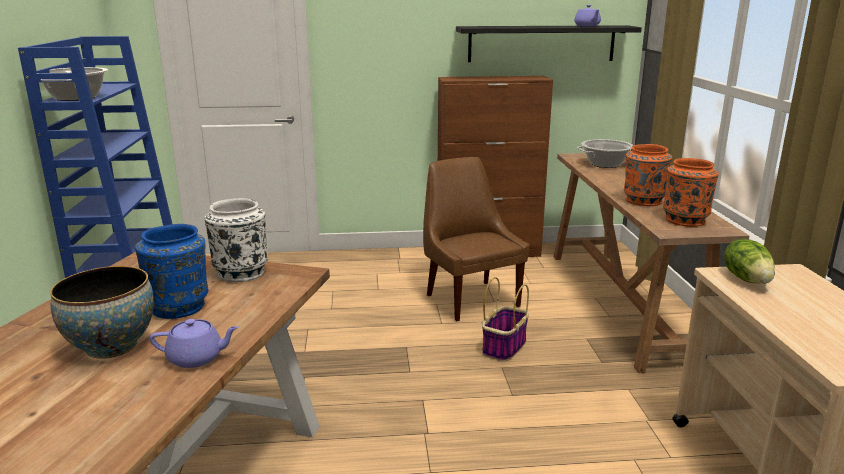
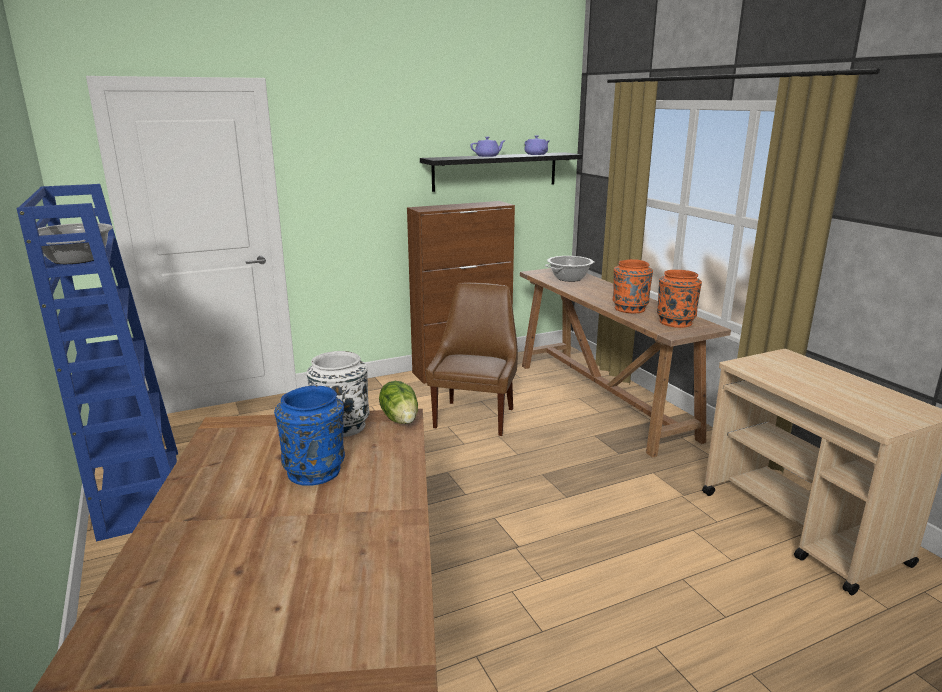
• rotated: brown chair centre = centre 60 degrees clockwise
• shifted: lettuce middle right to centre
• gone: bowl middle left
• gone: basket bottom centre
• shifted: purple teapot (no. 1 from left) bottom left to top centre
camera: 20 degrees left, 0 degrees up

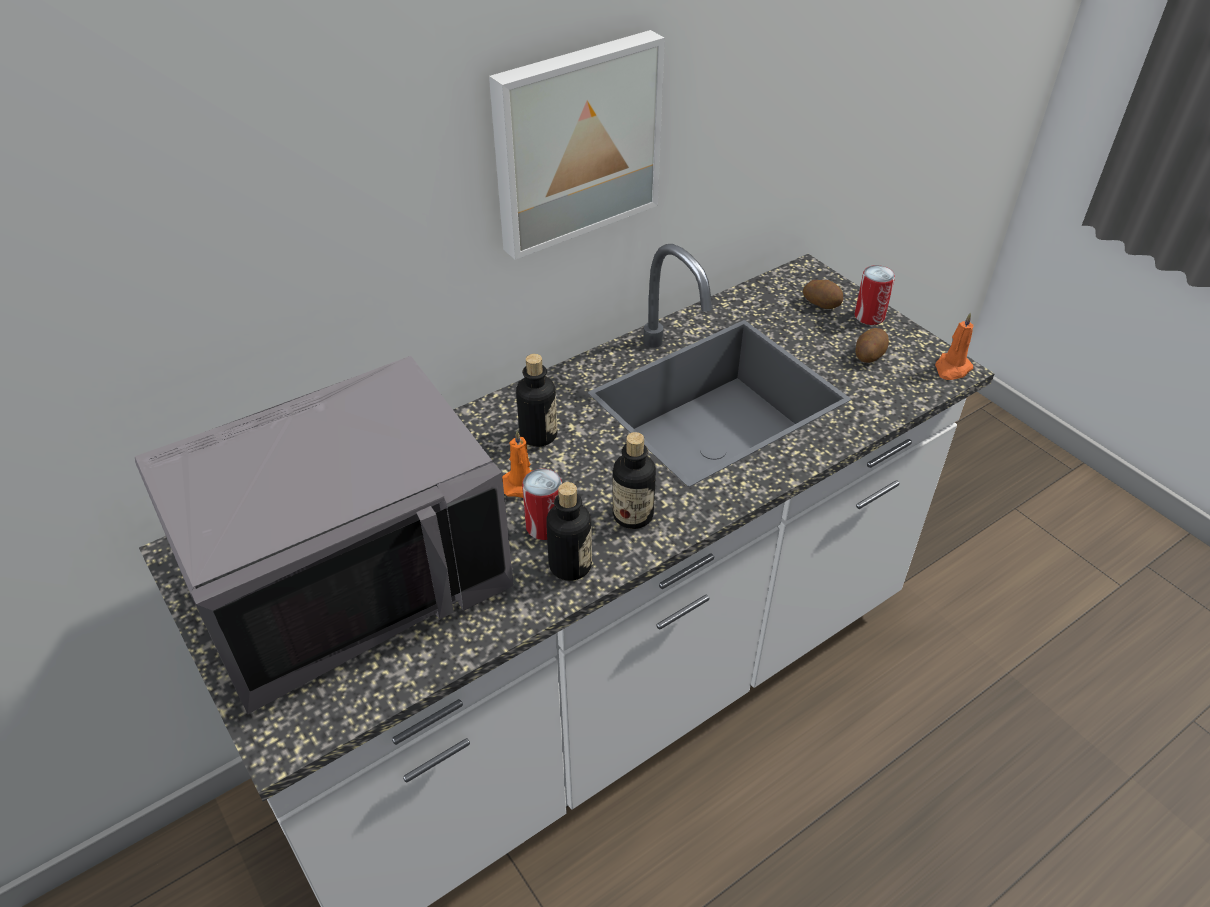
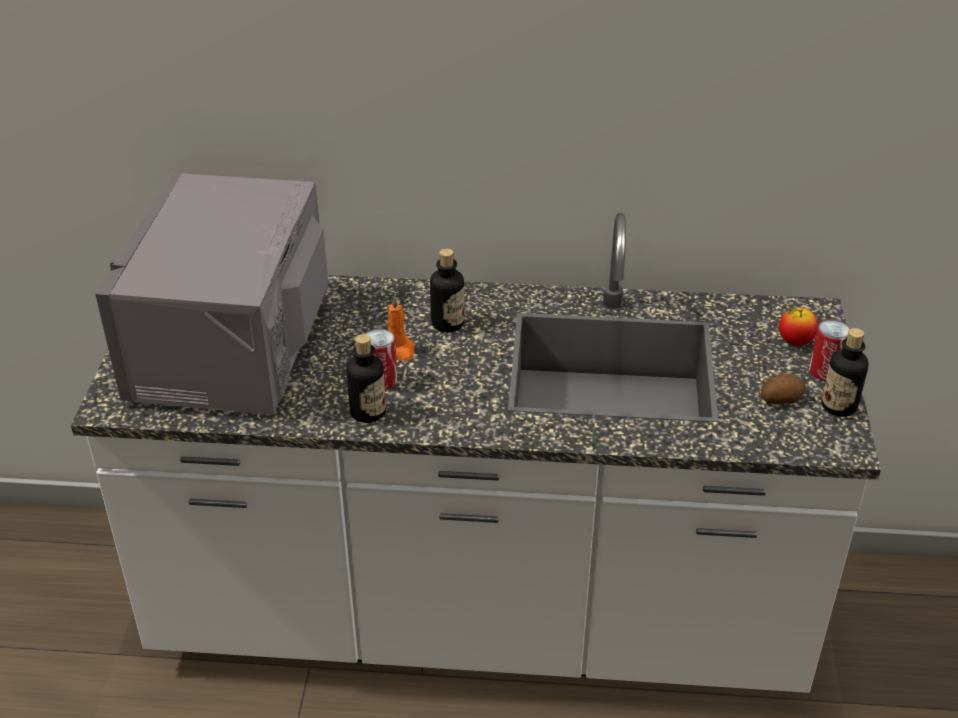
• gone: picture top centre
• swapped: potato (no. 1 from left) top right to apple middle right
• gone: orange candle (no. 2 from left) middle right
• rotated: grey microwave middle left = middle left 90 degrees clockwise
• shifted: bottle (no. 3 from left) centre to middle right
camera: 40 degrees right, 5 degrees down

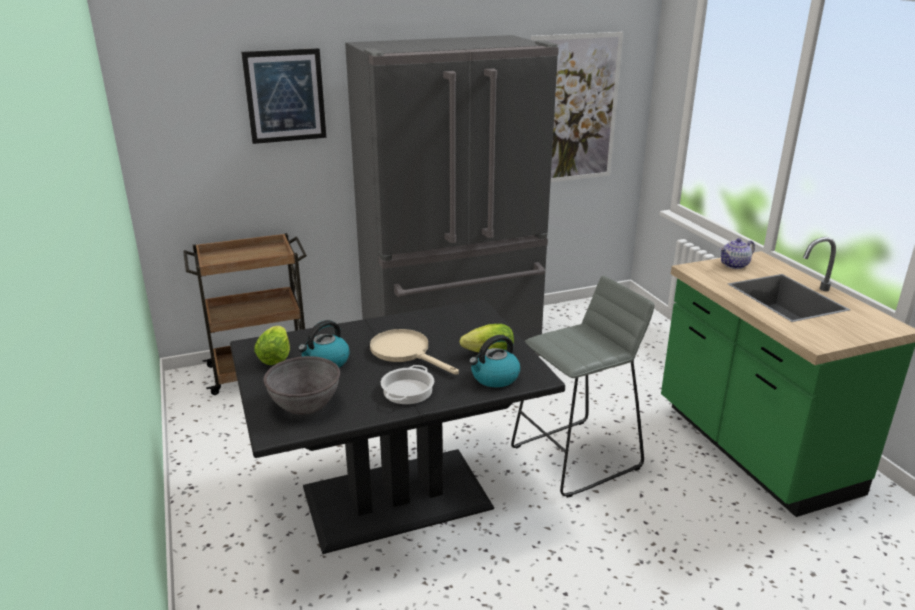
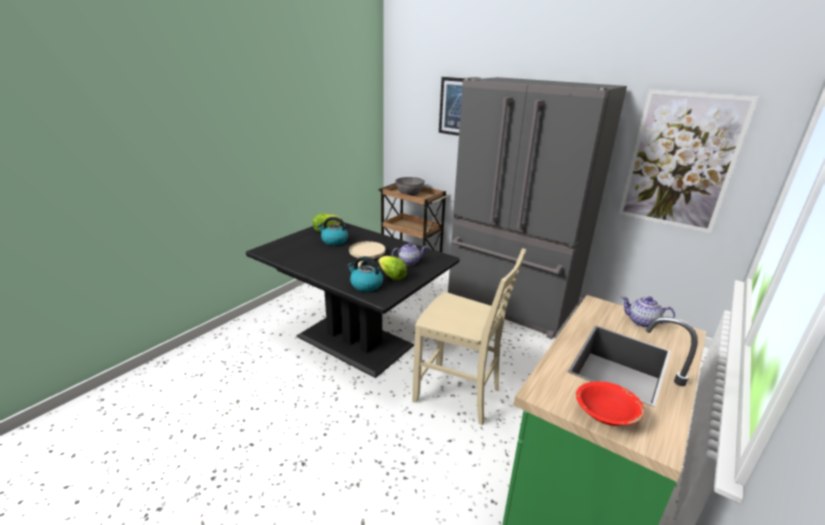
• swapped: grey stool centre to beige chair centre
• shifted: grey bowl middle left to centre
• gone: cooking pot centre
• new: teapot (no. 1 from left) centre
• new: red bowl bottom right
camera: 55 degrees right, 0 degrees up

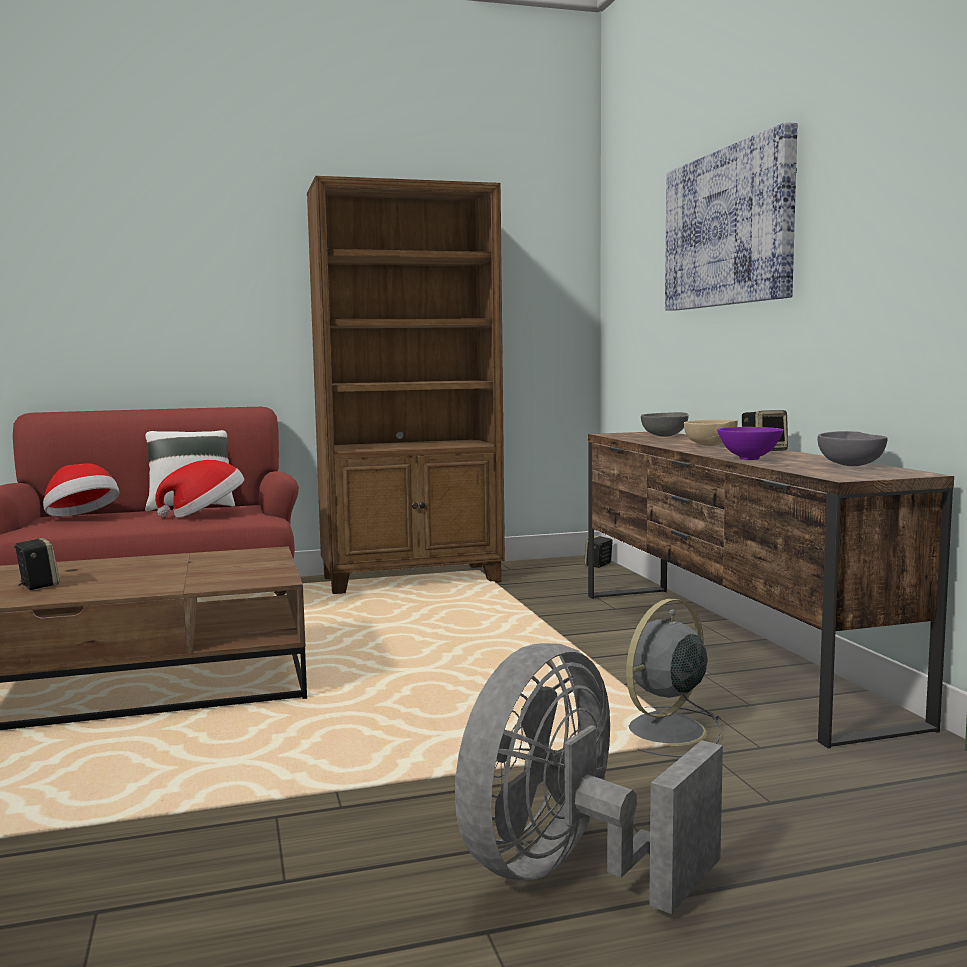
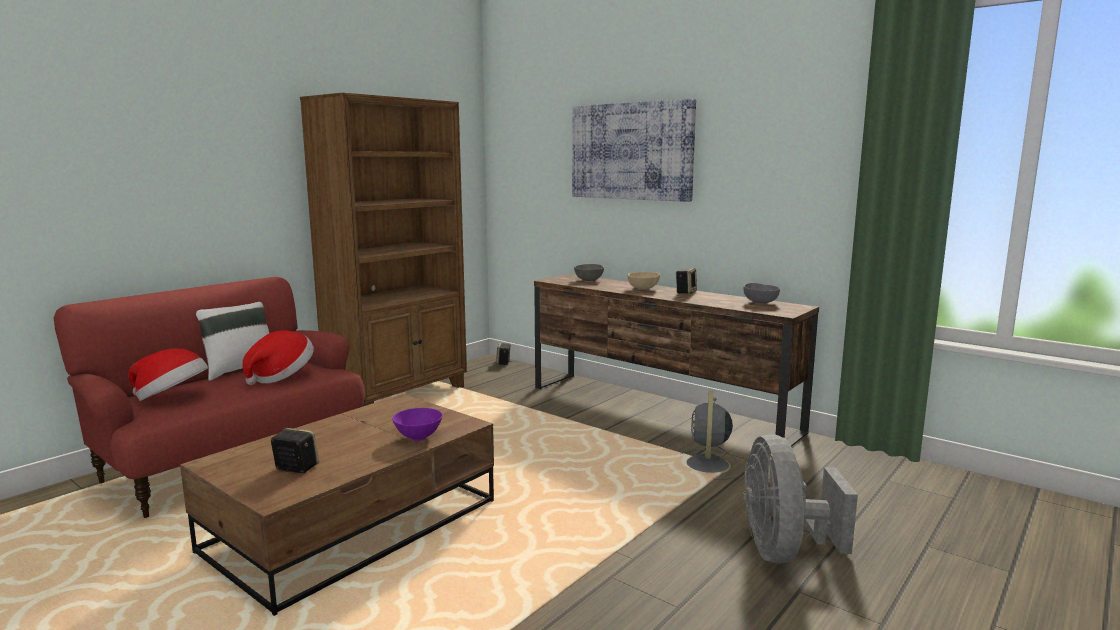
• shifted: purple bowl middle right to bottom centre
camera: 35 degrees left, 5 degrees up

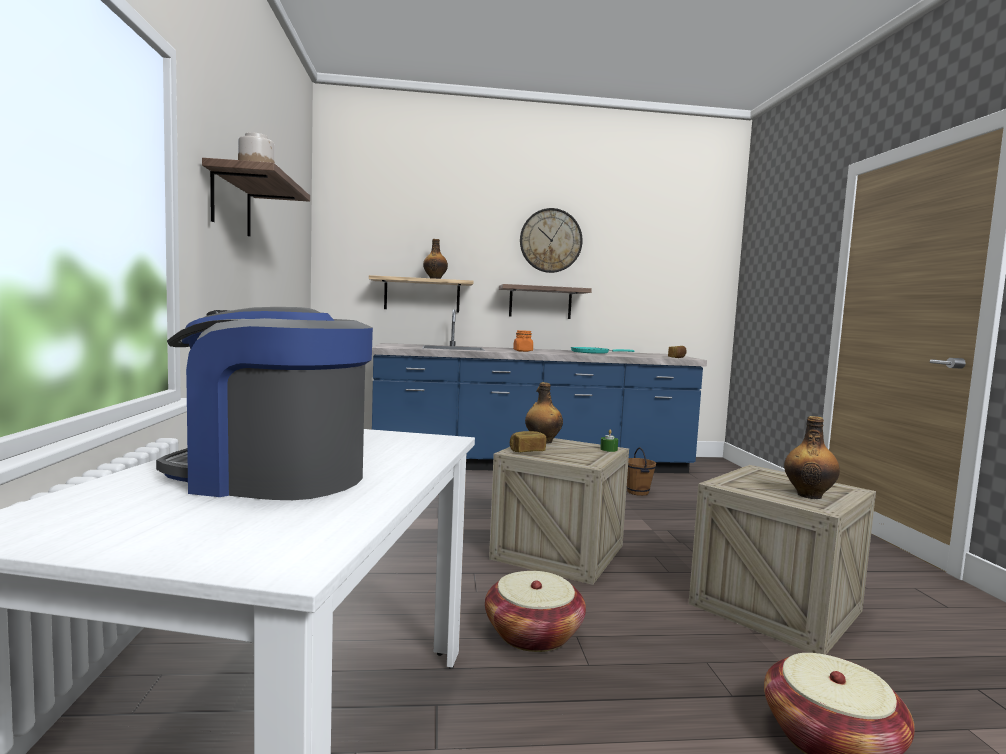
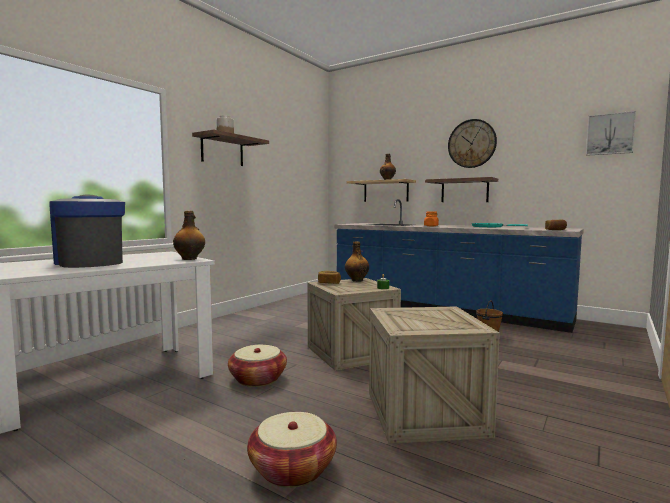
• shifted: bottle (no. 3 from left in the first image) middle right to bottle (no. 1 from left) middle left
• new: picture top right
camera: 40 degrees right, 0 degrees up

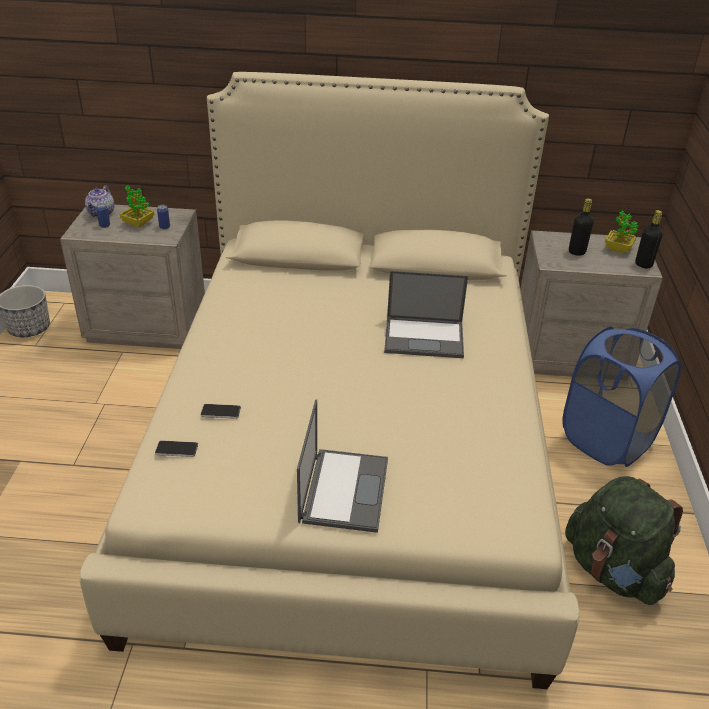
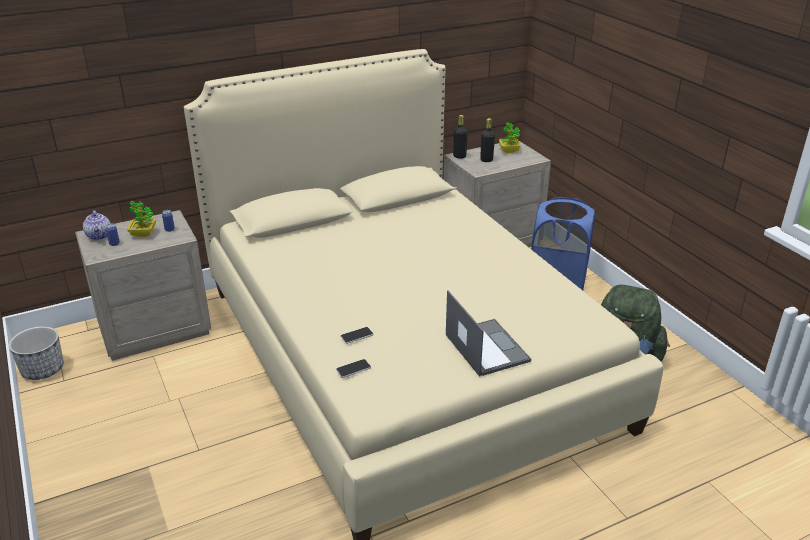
• shifted: black bottle (no. 2 from left in the first image) middle right to black bottle (no. 1 from left) top centre
• gone: laptop (no. 2 from left) centre
camera: 30 degrees left, 5 degrees down

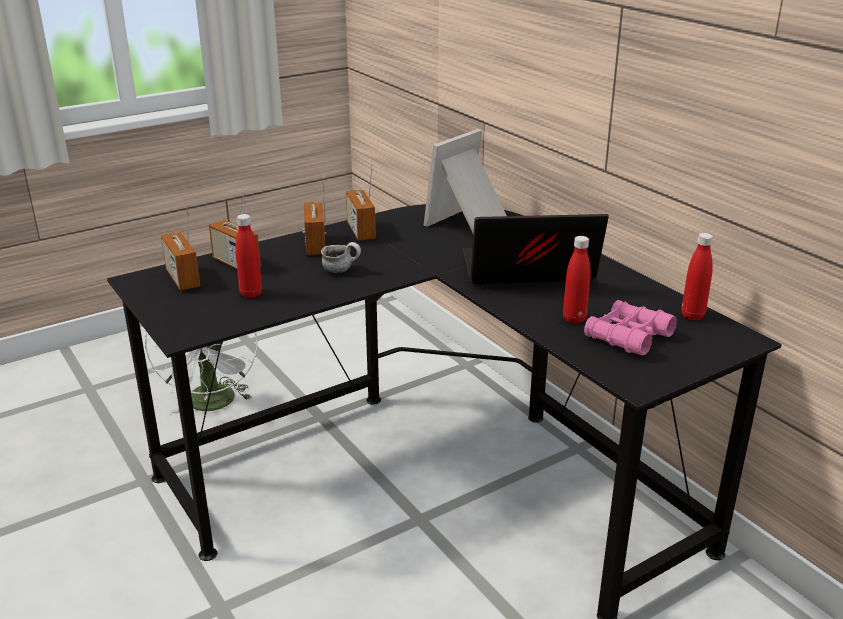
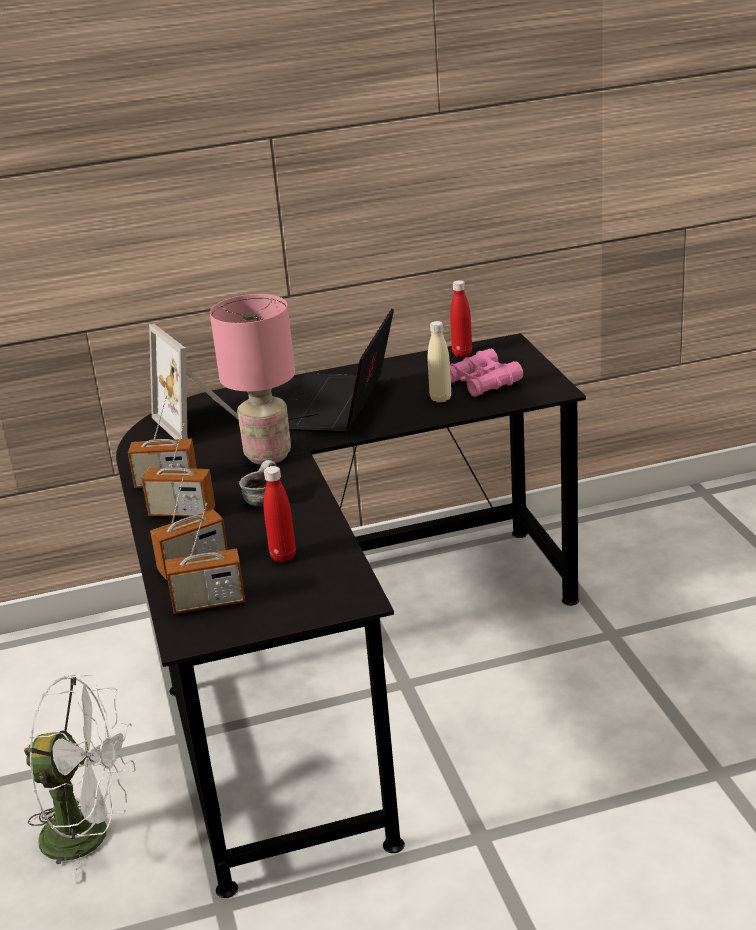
• repainted: red bottle (no. 2 from left) middle right to beige bottle centre
• new: pink table lamp centre
camera: 70 degrees left, 0 degrees up

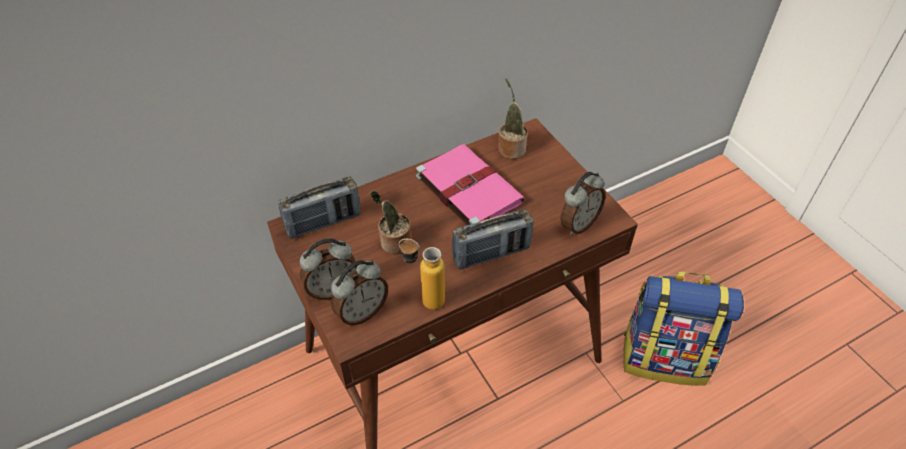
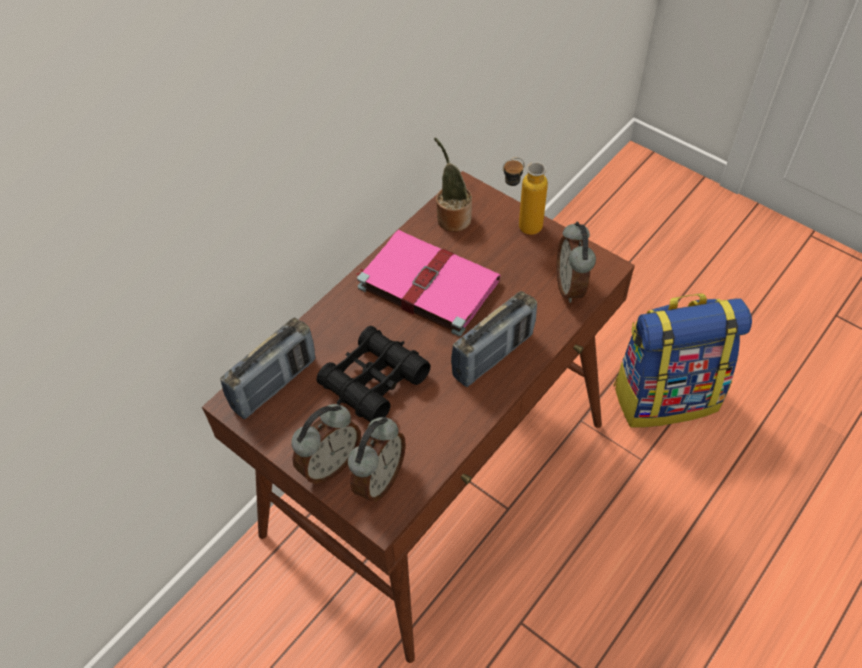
• rotated: alarm clock (no. 3 from left) centre = middle right 150 degrees clockwise
• swapped: potted plant (no. 1 from left) centre to black binoculars centre
• shifted: bottle centre to top centre
camera: 20 degrees left, 5 degrees up

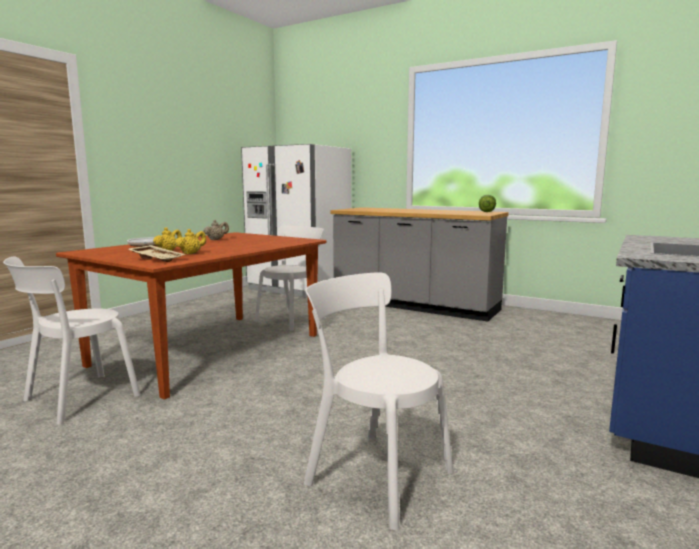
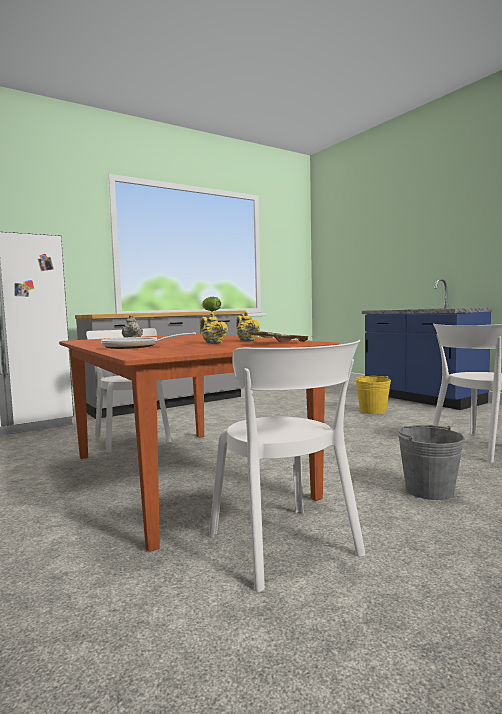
• new: yellow bucket middle right
• new: grey bucket middle right
camera: 65 degrees left, 5 degrees down

